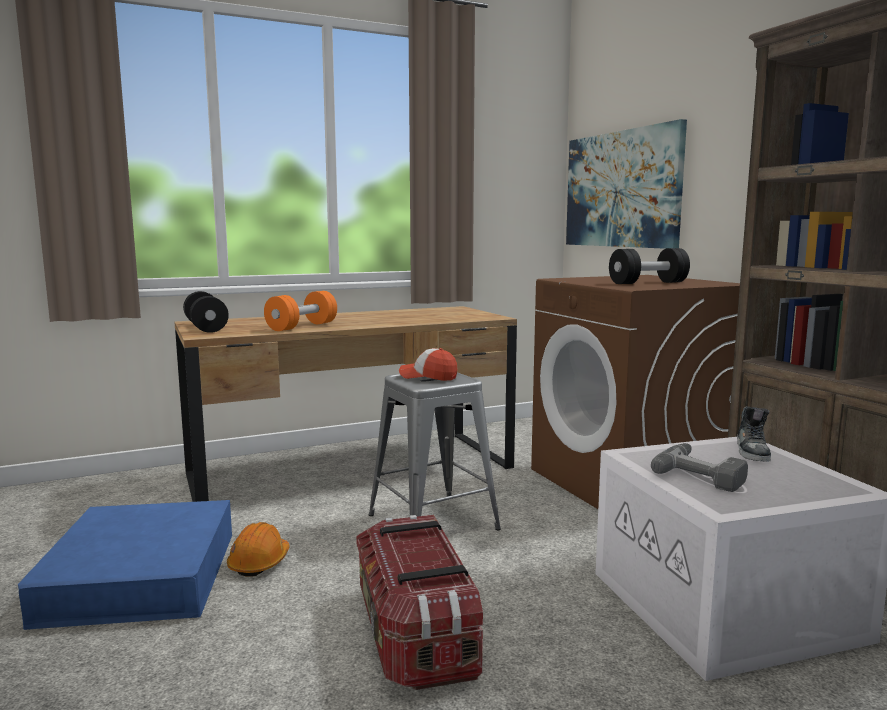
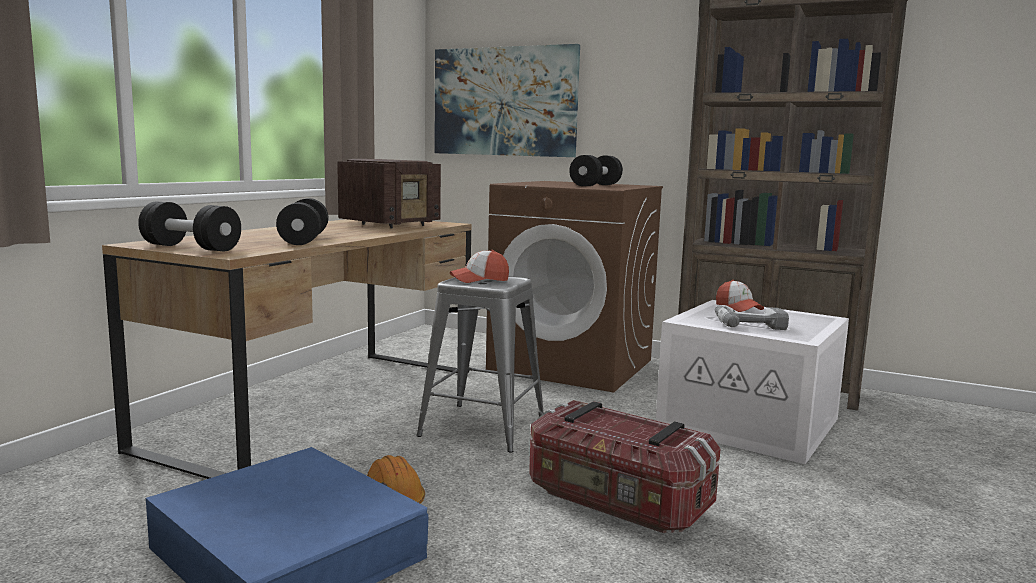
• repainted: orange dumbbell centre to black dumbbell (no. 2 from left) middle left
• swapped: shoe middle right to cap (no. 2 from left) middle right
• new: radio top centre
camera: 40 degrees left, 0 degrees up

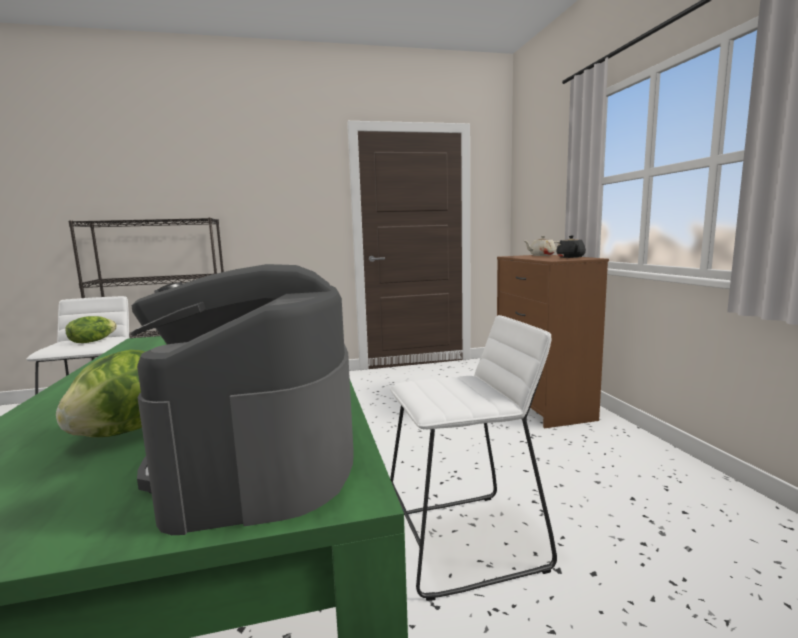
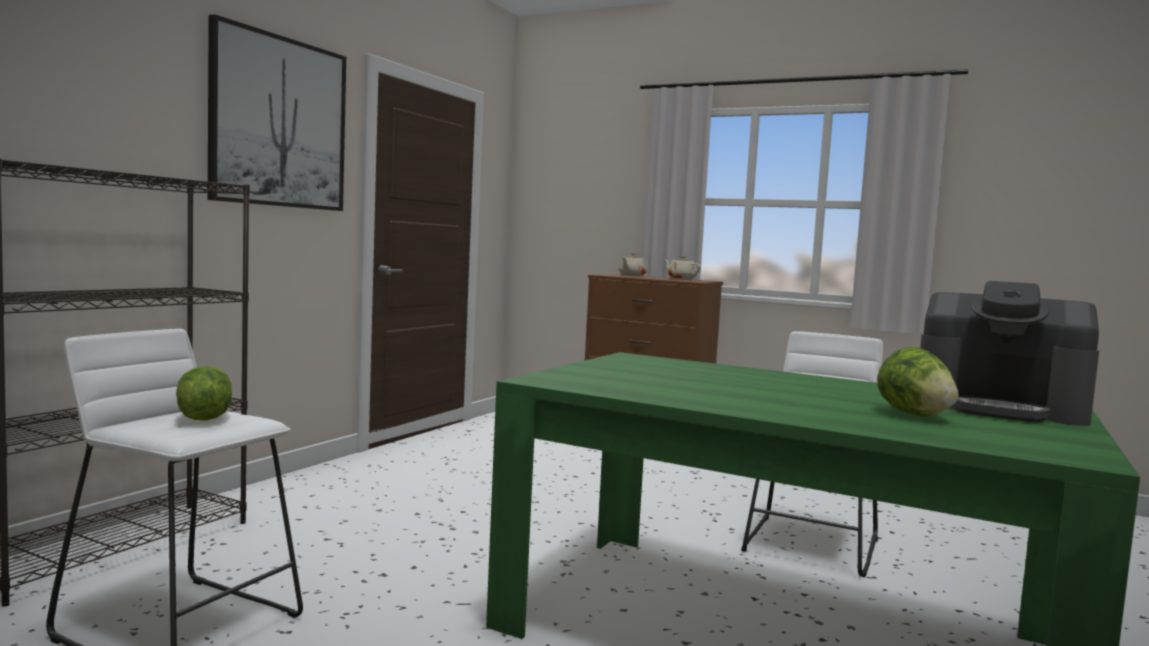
• repainted: black teapot middle right to beige teapot (no. 2 from left) centre
• new: picture top left
camera: 50 degrees left, 5 degrees down

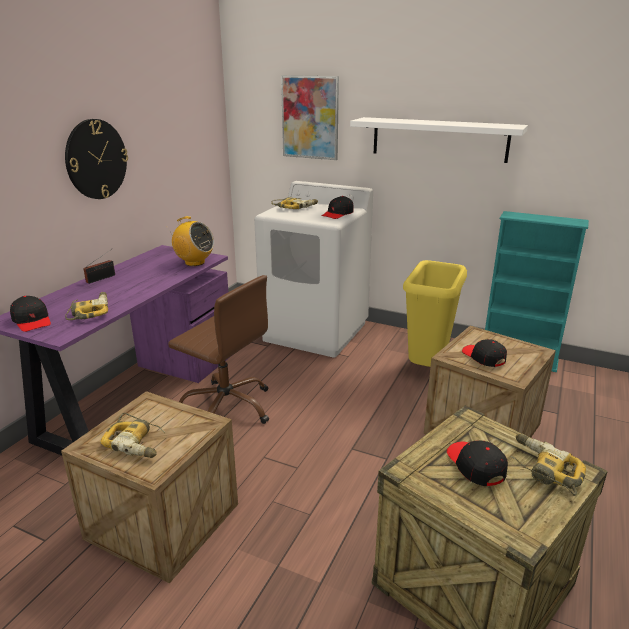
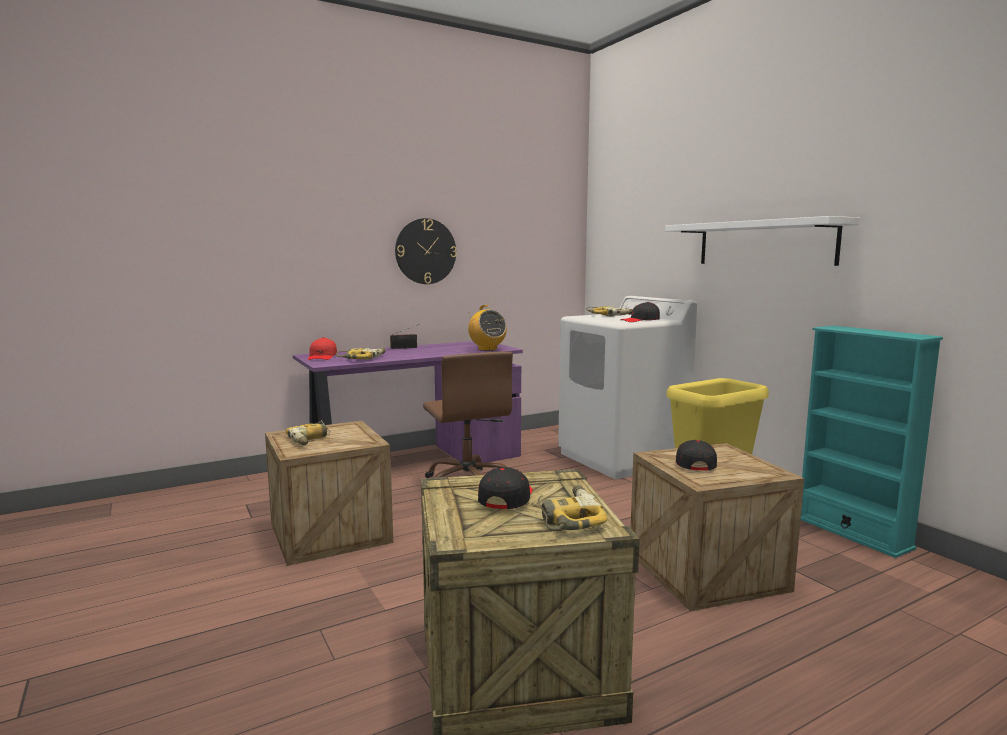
• gone: picture top centre
• repainted: black cap (no. 1 from left) middle left to red cap middle left
camera: 35 degrees right, 15 degrees down

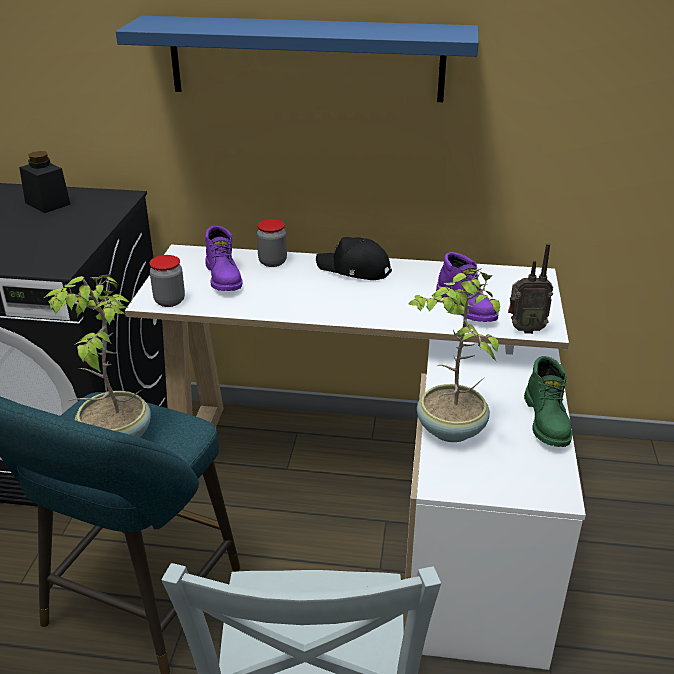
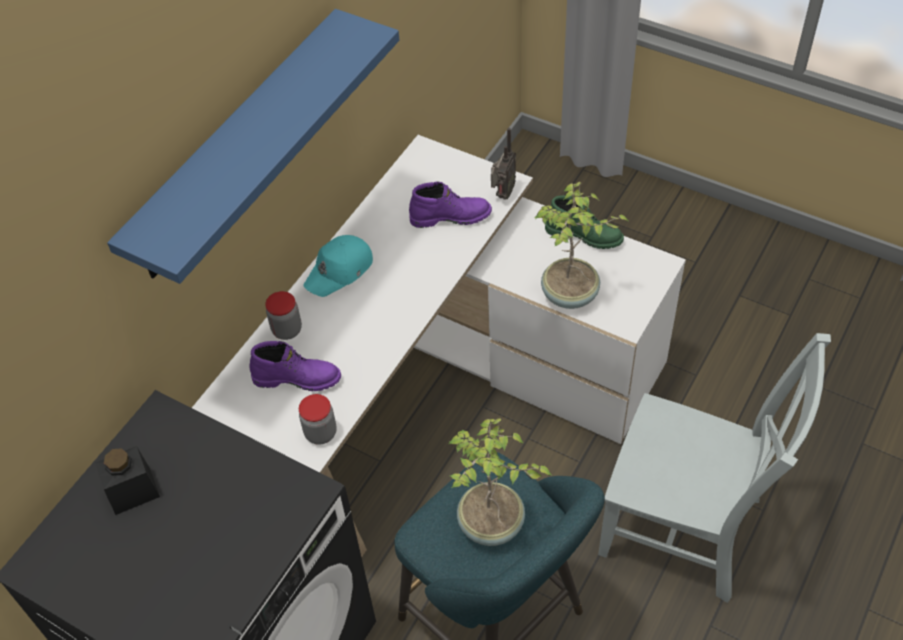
• repainted: black cap centre to turquoise cap centre
camera: 65 degrees left, 20 degrees up

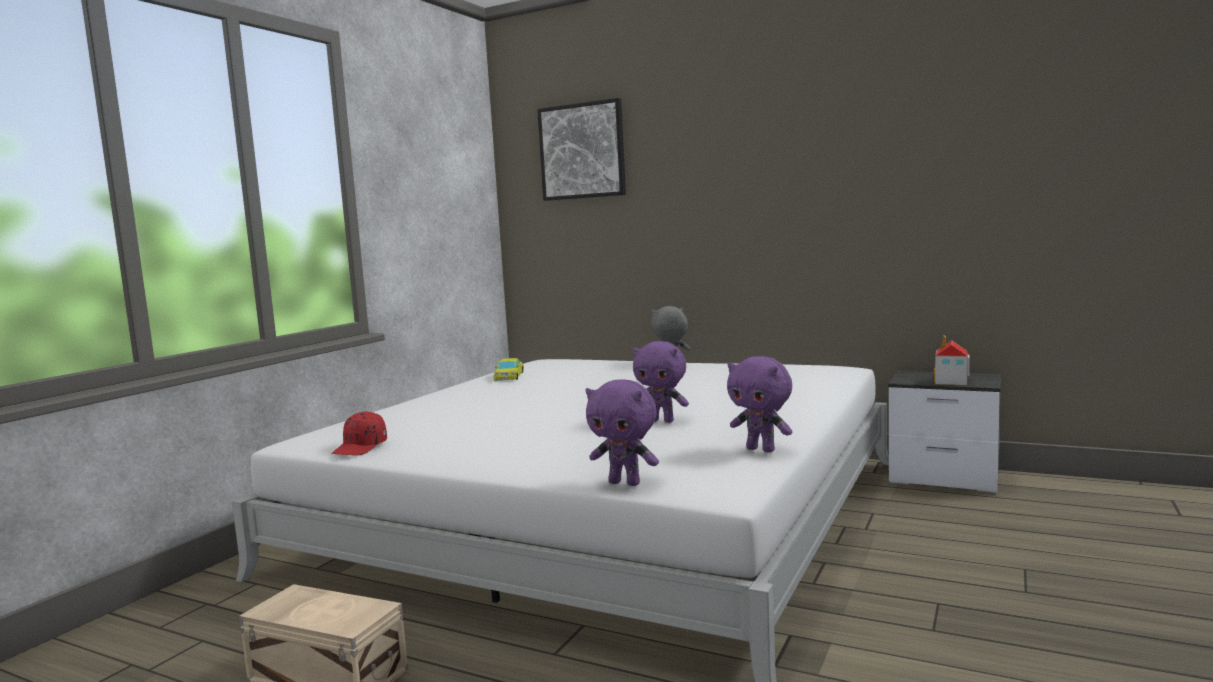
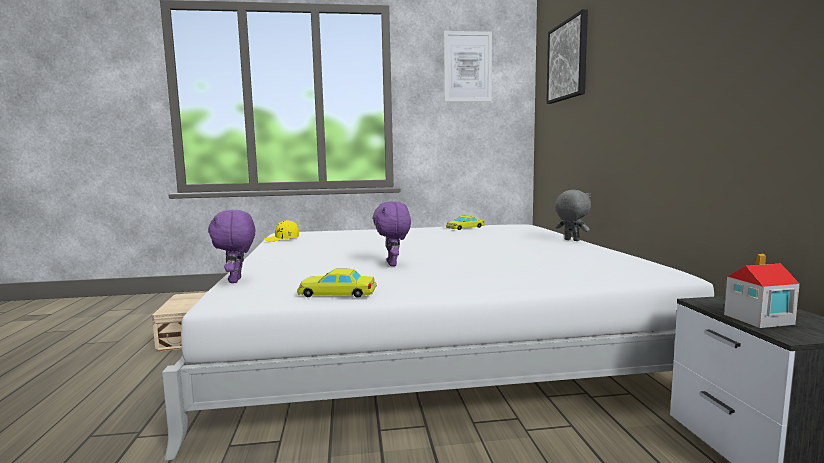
• swapped: purple plush toy (no. 3 from left) centre to yellow toy car (no. 1 from left) centre
• repainted: red cap middle left to yellow cap centre
• new: picture (no. 1 from left) top centre
camera: 55 degrees right, 0 degrees up

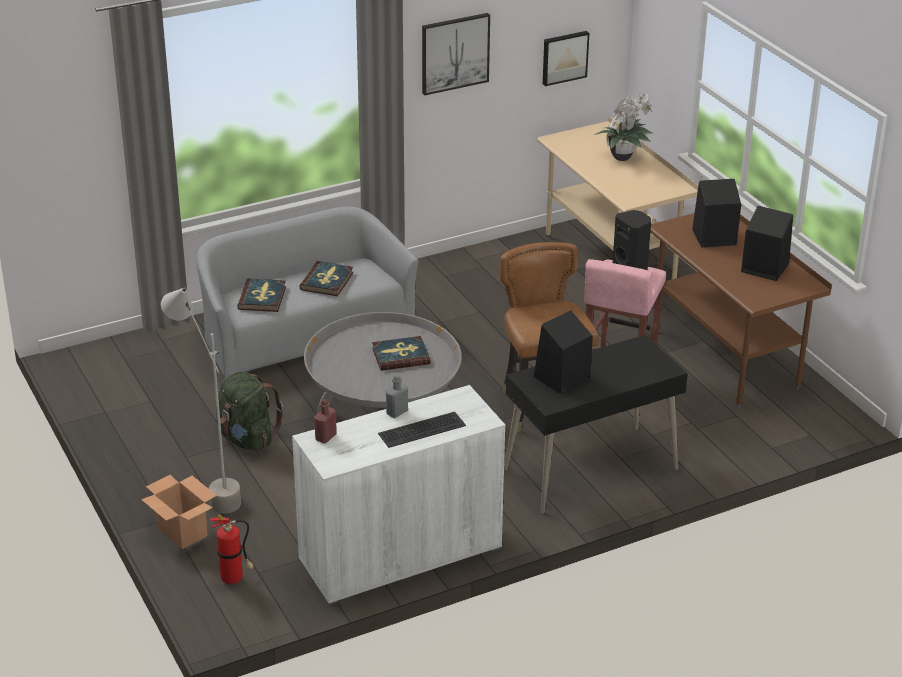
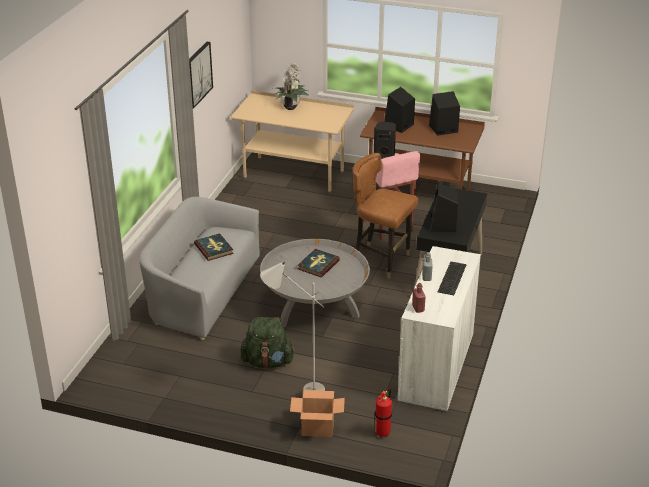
• gone: picture (no. 2 from left) top centre
• gone: book (no. 1 from left) middle left
camera: 45 degrees left, 0 degrees up

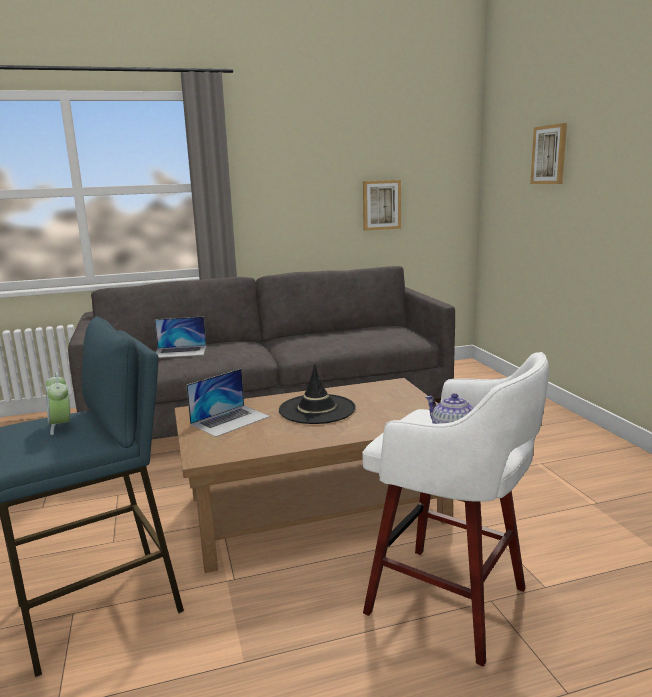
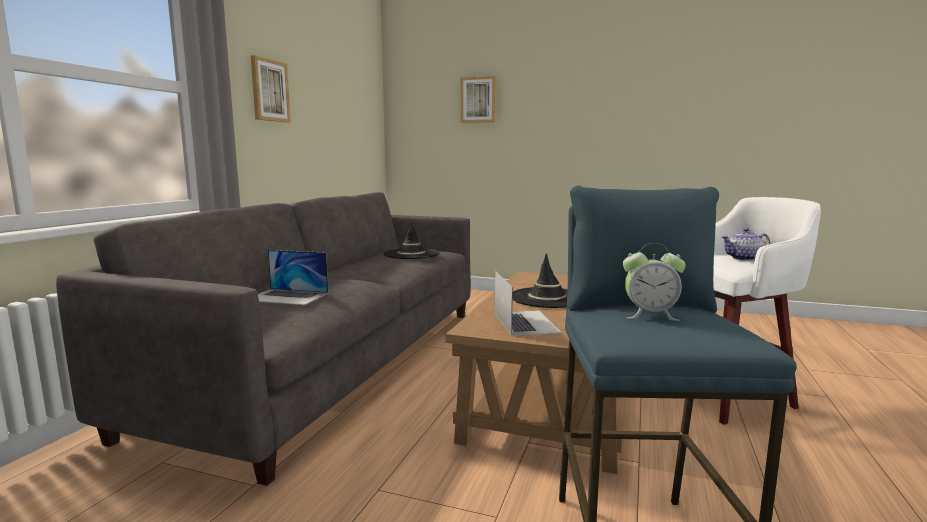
• shifted: picture (no. 1 from left) top centre to top left
• rotated: laptop (no. 1 from left) middle left = middle left 75 degrees clockwise
• new: black hat (no. 1 from left) centre
camera: 55 degrees left, 5 degrees down

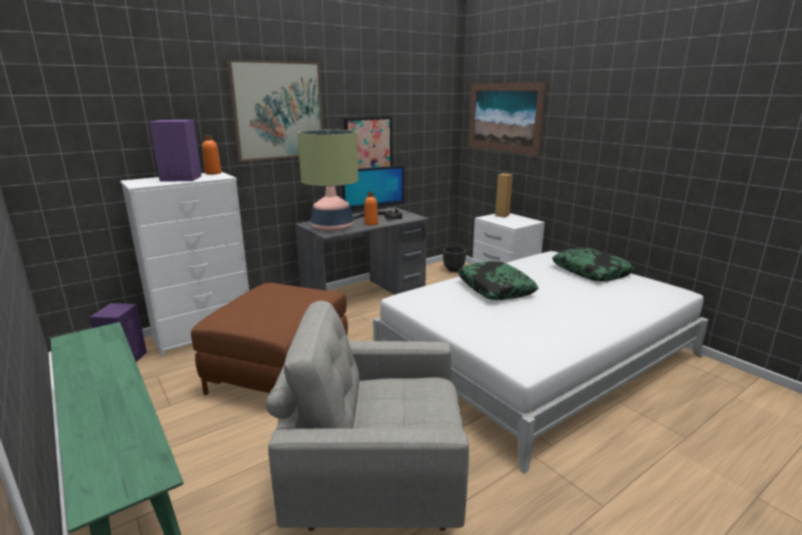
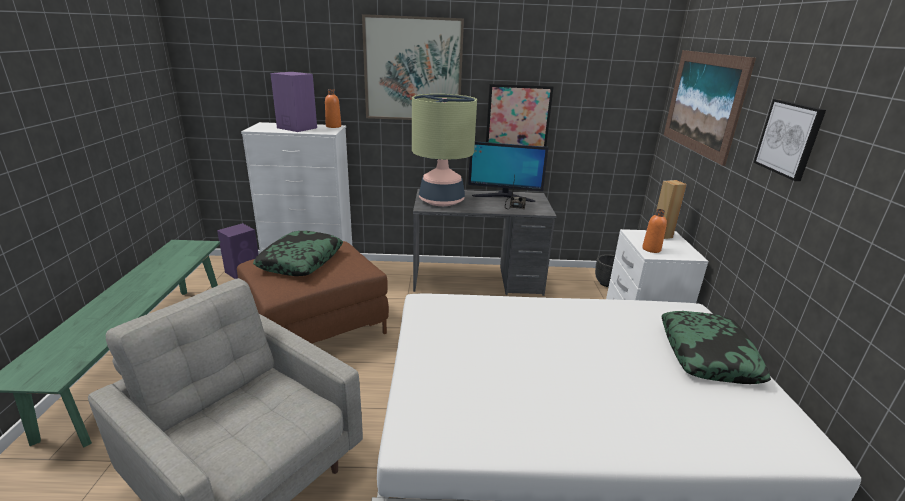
• shifted: orange bottle (no. 2 from left) centre to middle right
• shifted: pillow (no. 1 from left) centre to middle left
• new: picture (no. 4 from left) top right
camera: 35 degrees right, 5 degrees up

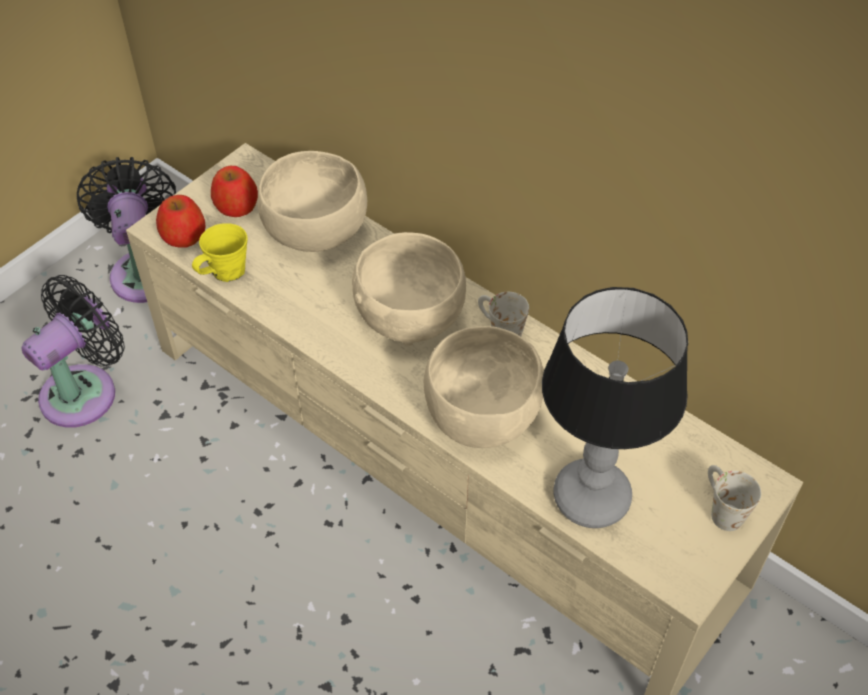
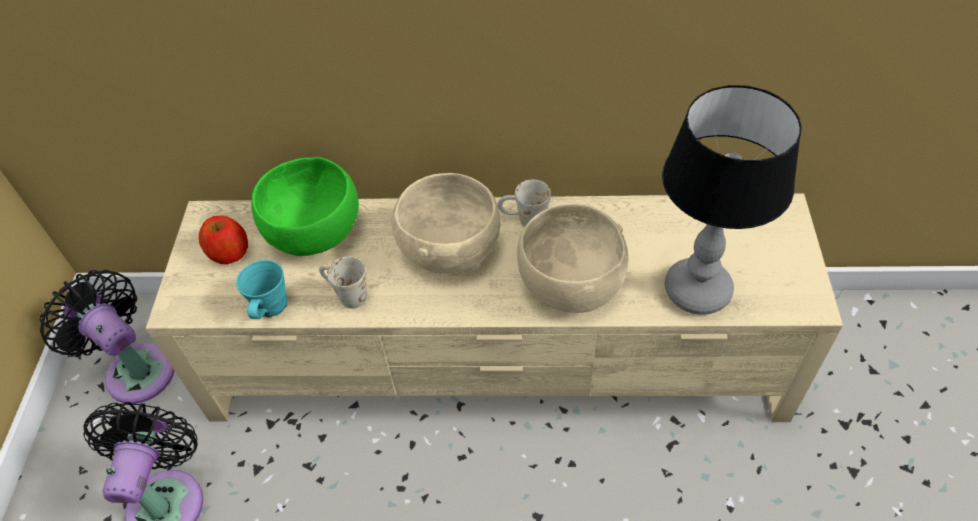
• repainted: beige bowl (no. 1 from left) top centre to green bowl middle left
• gone: apple (no. 1 from left) top left
• repainted: yellow mug middle left to turquoise mug middle left
• shifted: white mug (no. 2 from left in the first image) bottom right to white mug (no. 1 from left) centre
camera: 35 degrees left, 0 degrees up

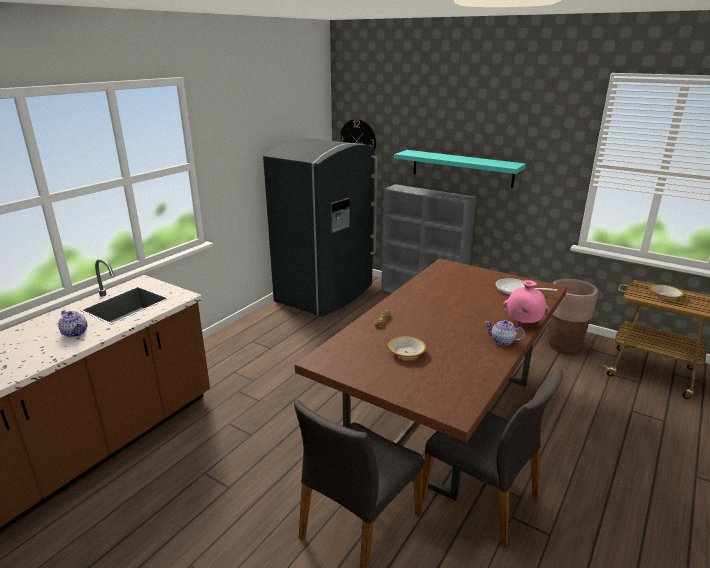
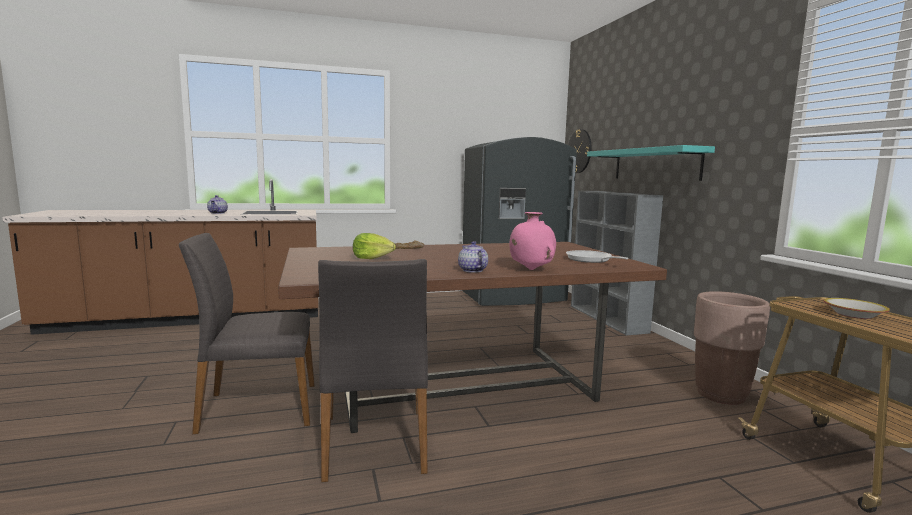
• swapped: bowl (no. 1 from left) centre to lettuce centre
camera: 40 degrees right, 15 degrees down

